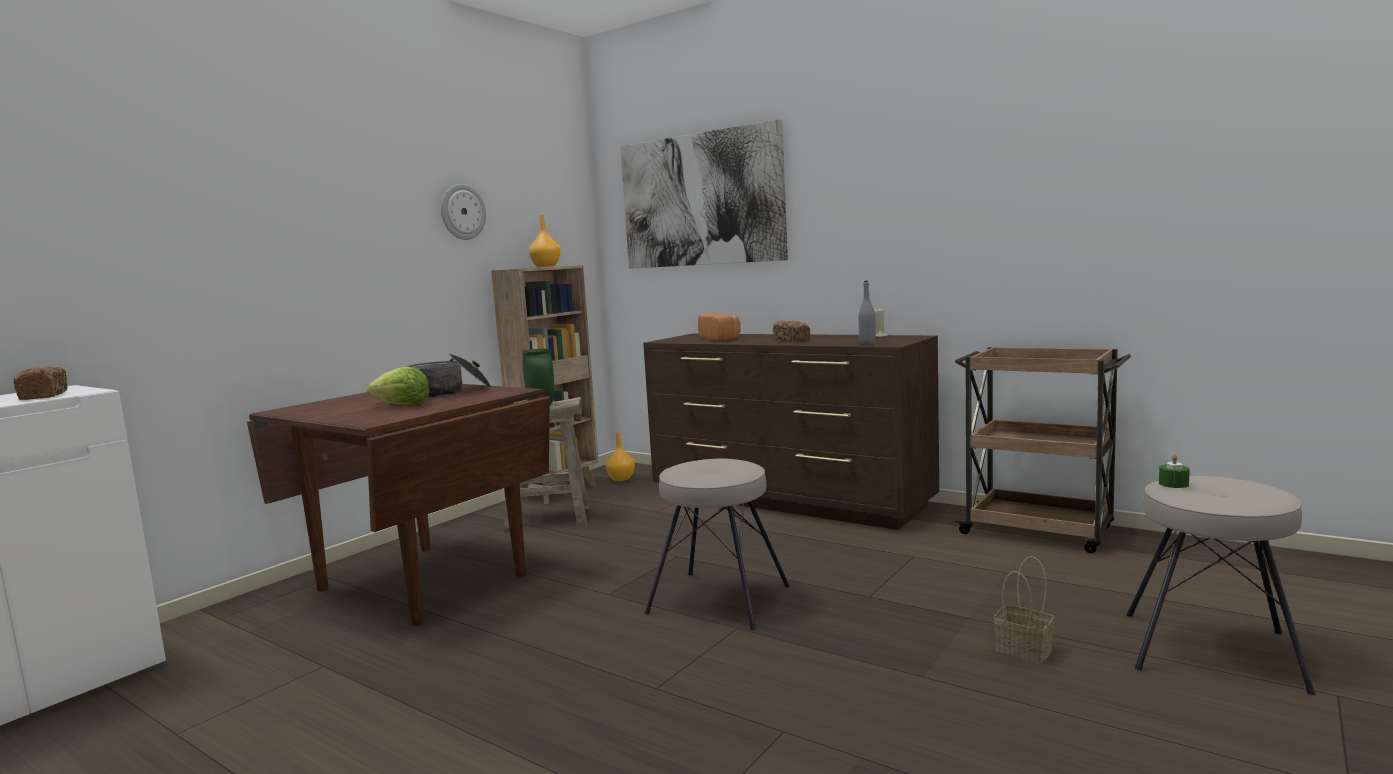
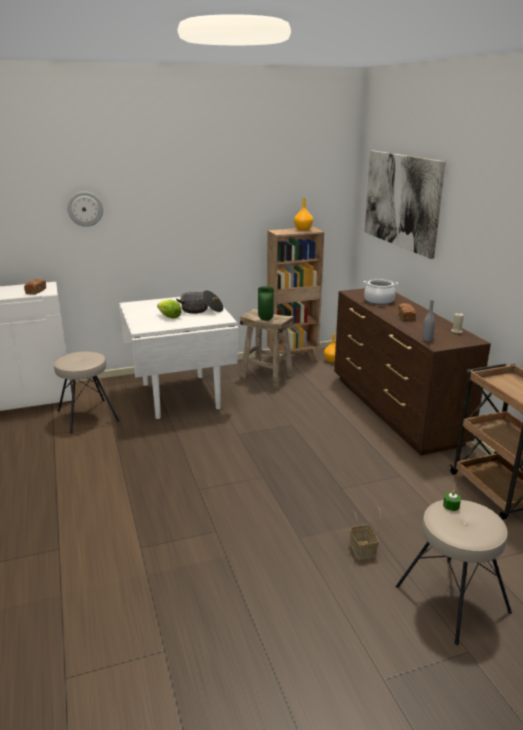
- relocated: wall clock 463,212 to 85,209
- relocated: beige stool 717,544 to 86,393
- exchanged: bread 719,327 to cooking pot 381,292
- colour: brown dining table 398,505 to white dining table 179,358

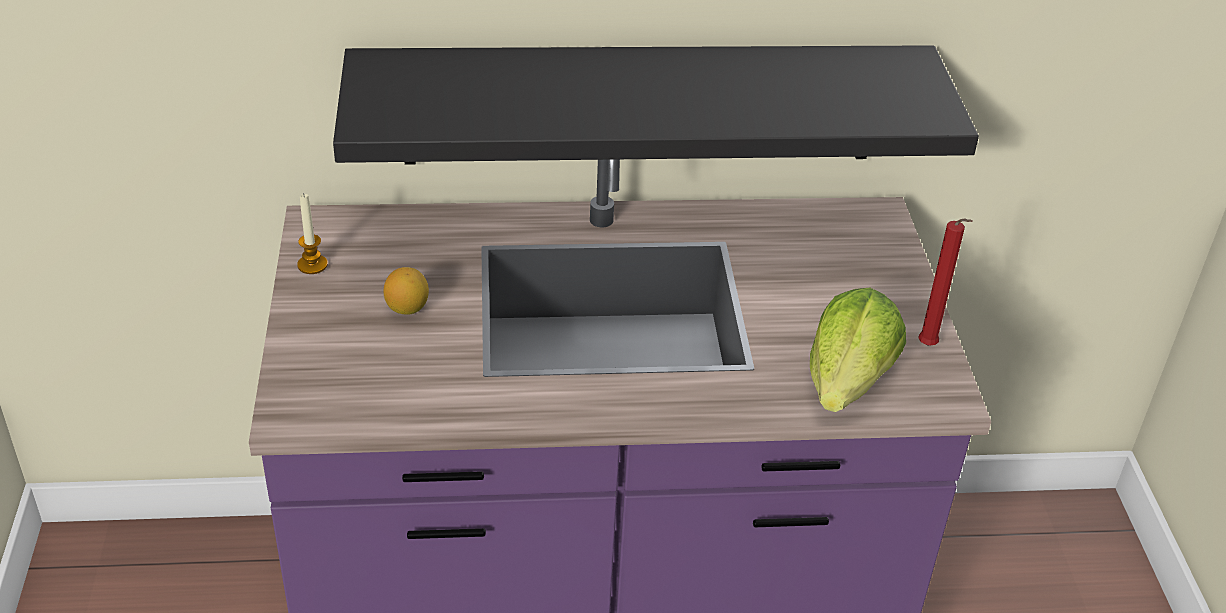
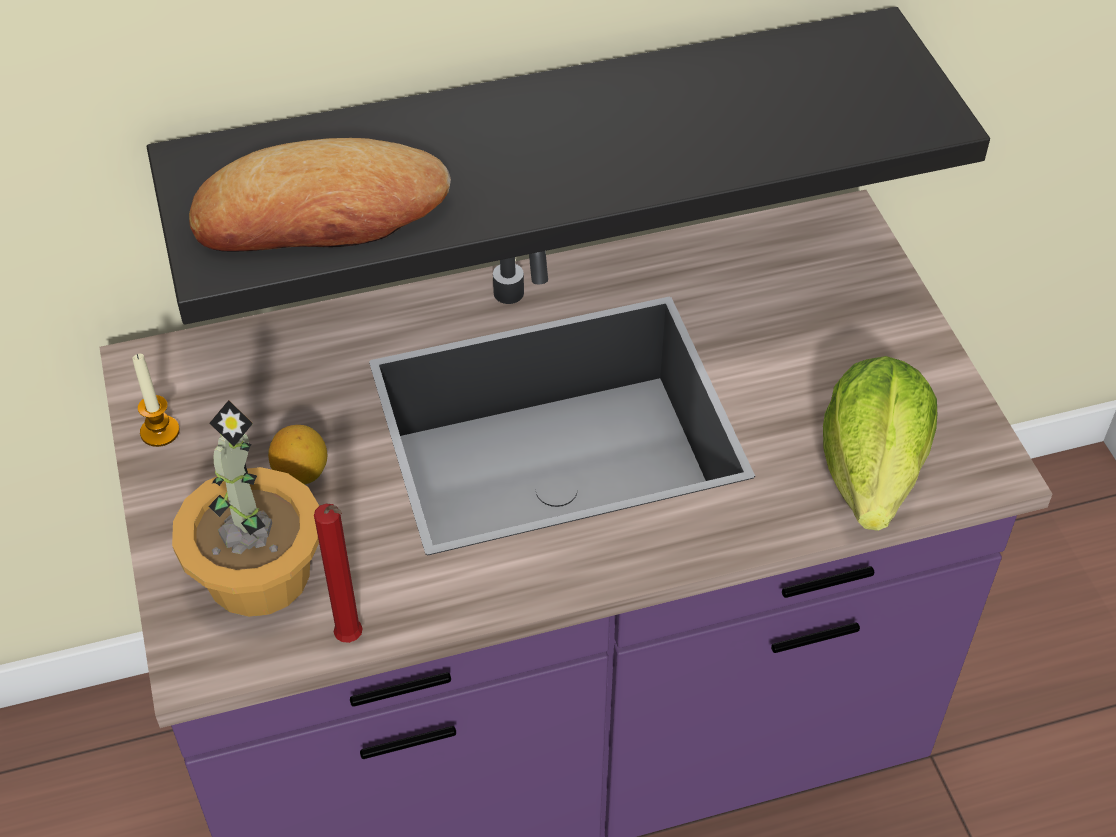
- appeared: potted plant 245,508
- appeared: bread 320,195
- relocated: red candle 945,282 to 338,573

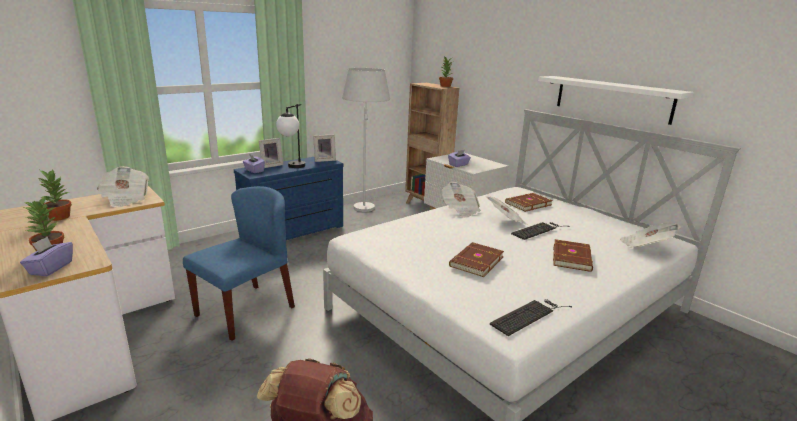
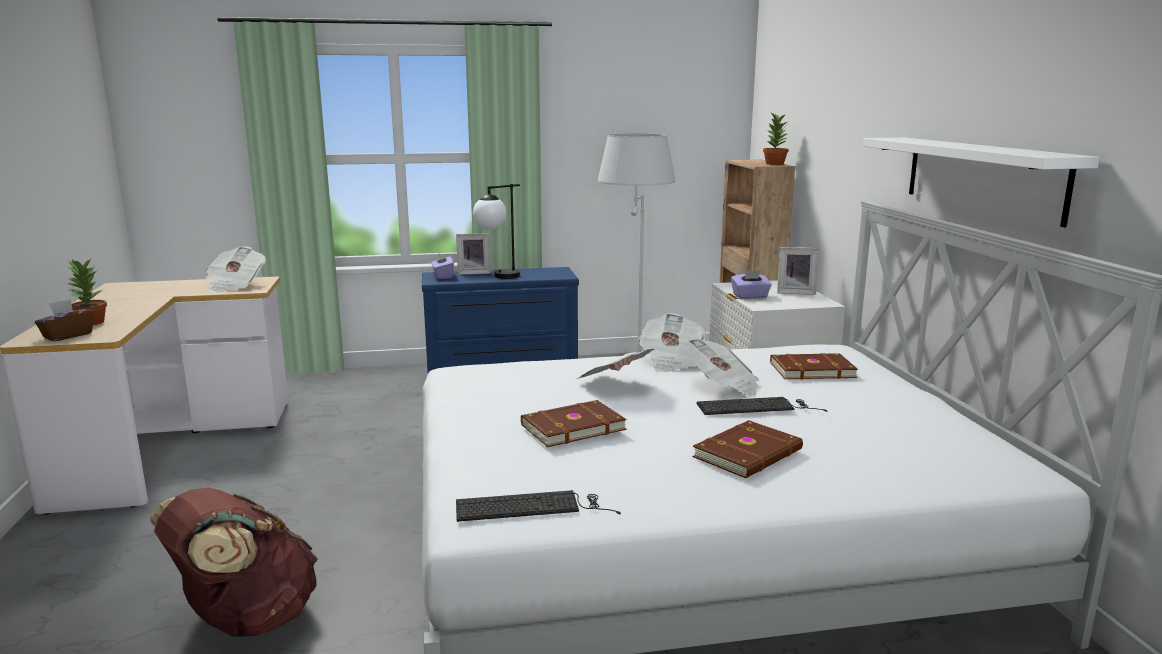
- missing: potted plant 55,195
- missing: blue chair 239,263
- relocated: picture frame 324,148 to 798,271
- relocated: newspaper 650,235 to 615,364
- colour: purple tissue box 46,256 to brown tissue box 64,320

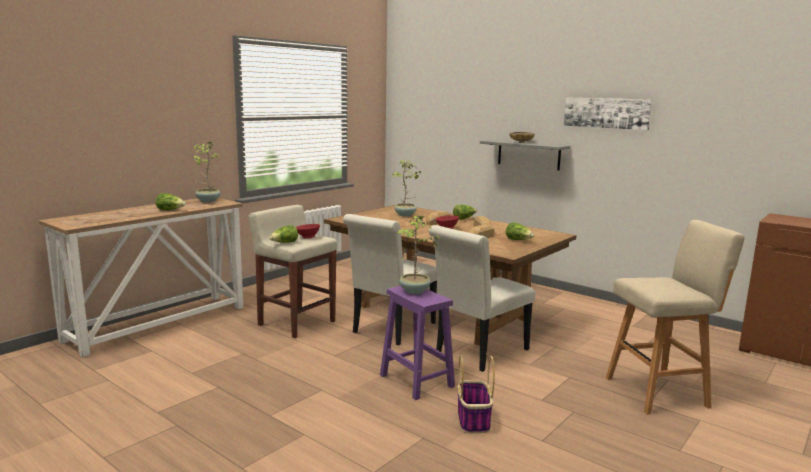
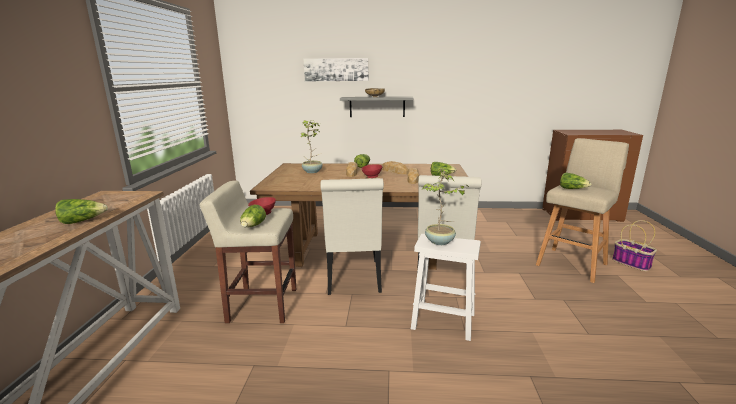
- missing: potted plant 206,172
- appeared: lettuce 576,180
- relocated: basket 476,394 to 634,245
- relocated: picture 608,113 to 336,69
- colour: purple stool 417,343 to white stool 446,287

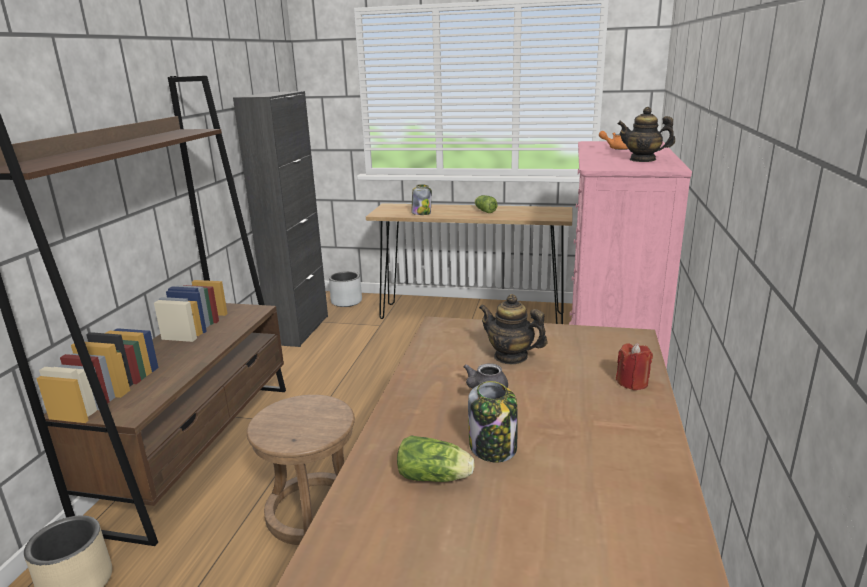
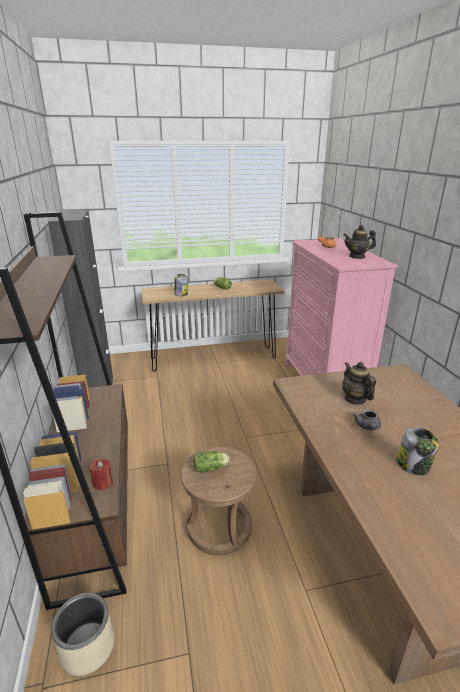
- missing: grey planter 345,289
- relocated: lettuce 436,458 to 212,462
- relocated: red candle 634,366 to 101,475
- spun: teapot 513,329 = 359,383 60 degrees clockwise

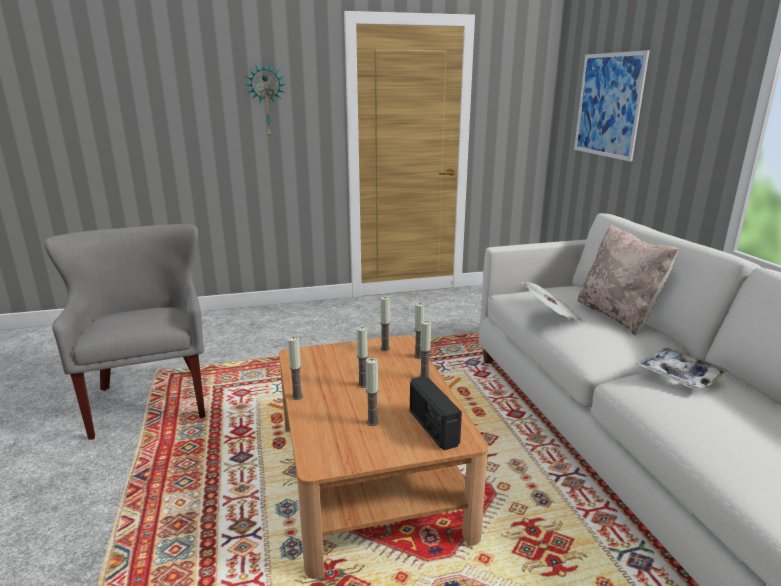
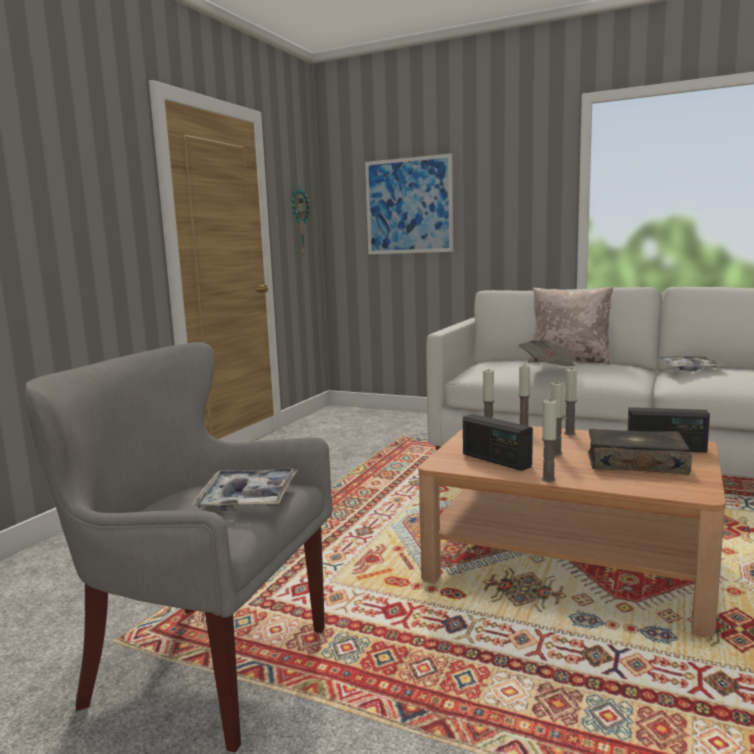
- appeared: tray 244,490
- appeared: radio 498,442
- relocated: wall clock 265,100 to 301,222
- exchanged: candle 372,392 to book 640,451

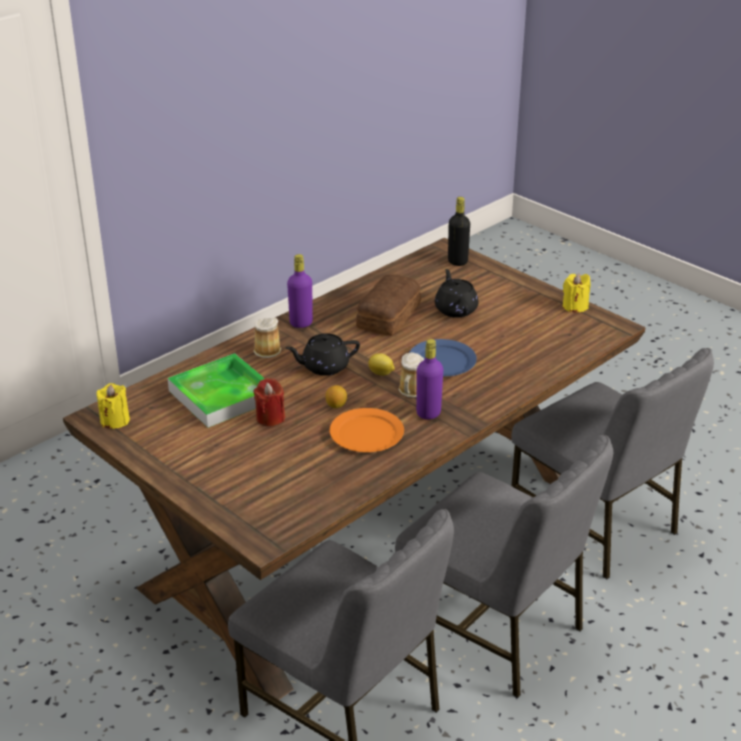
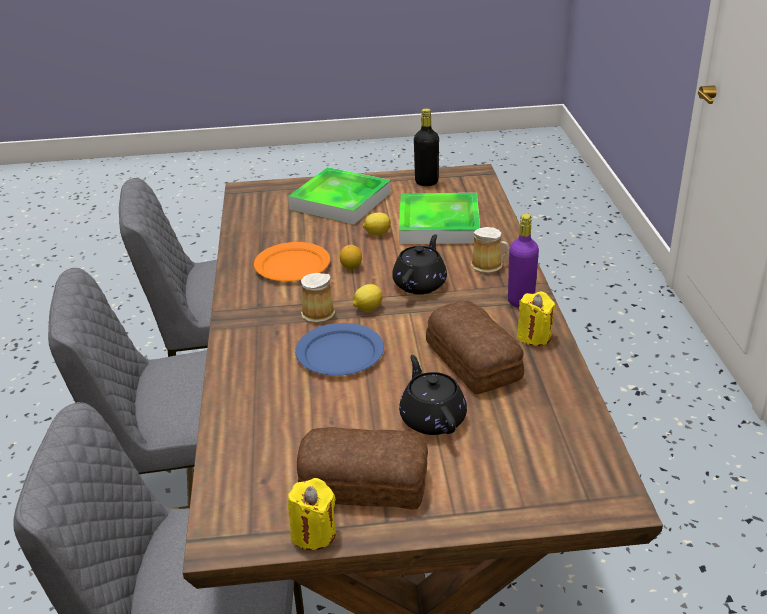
- missing: purple bottle 429,379
- appeared: tray 339,195
- appeared: bread 362,468
- relocated: yellow candle 113,406 to 536,318
- relocated: black bottle 459,231 to 426,147
- exchanged: red candle 269,402 to lemon 377,223
- spun: black teapot 456,293 = 433,395 135 degrees counterclockwise

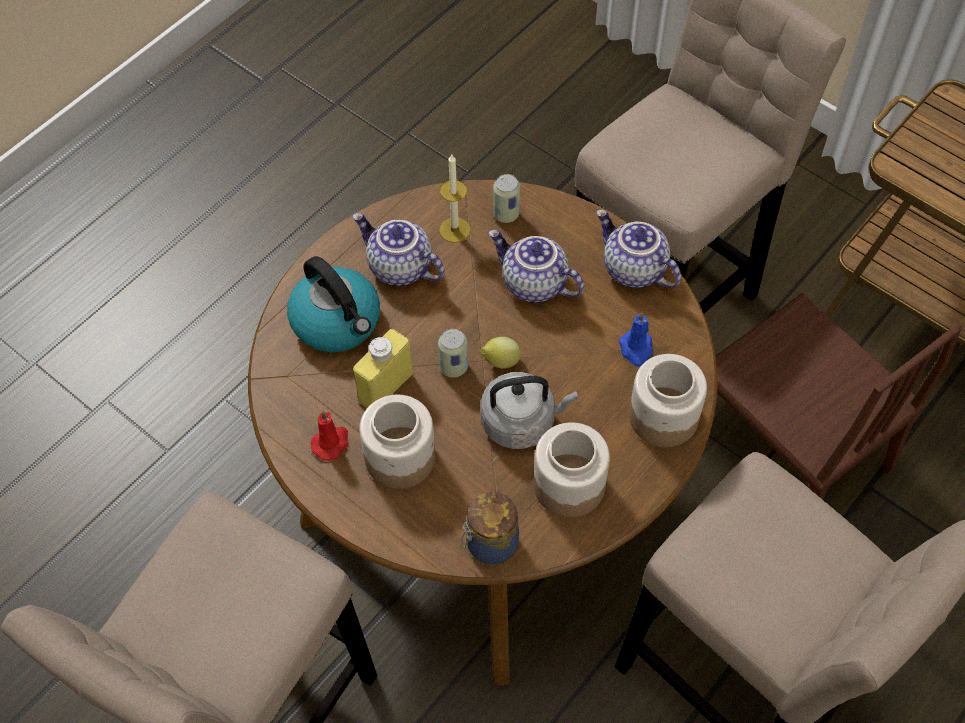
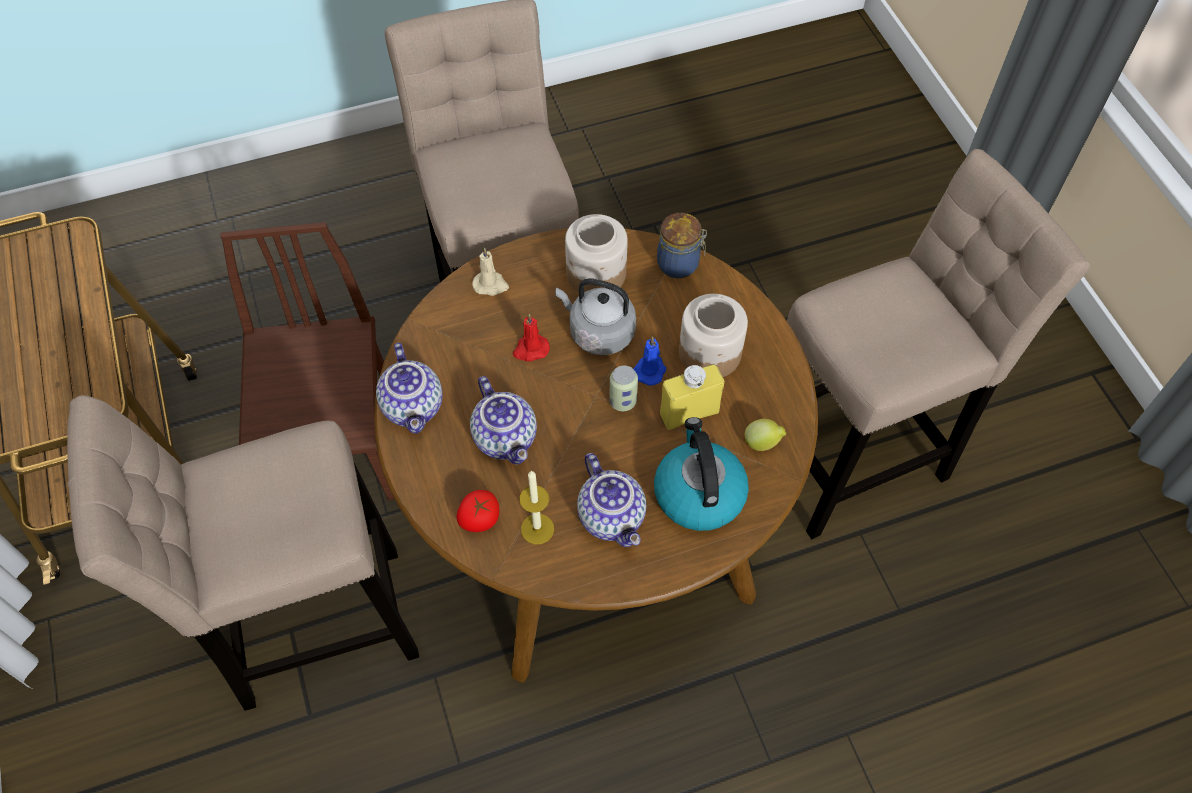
- relocated: red candle 329,436 to 531,338
- relocated: lemon 500,353 to 765,435
- relocated: blue candle 636,339 to 649,361
- exchanged: can 506,198 to tomato 477,511
- exchanged: jar 668,400 to beige candle 490,272

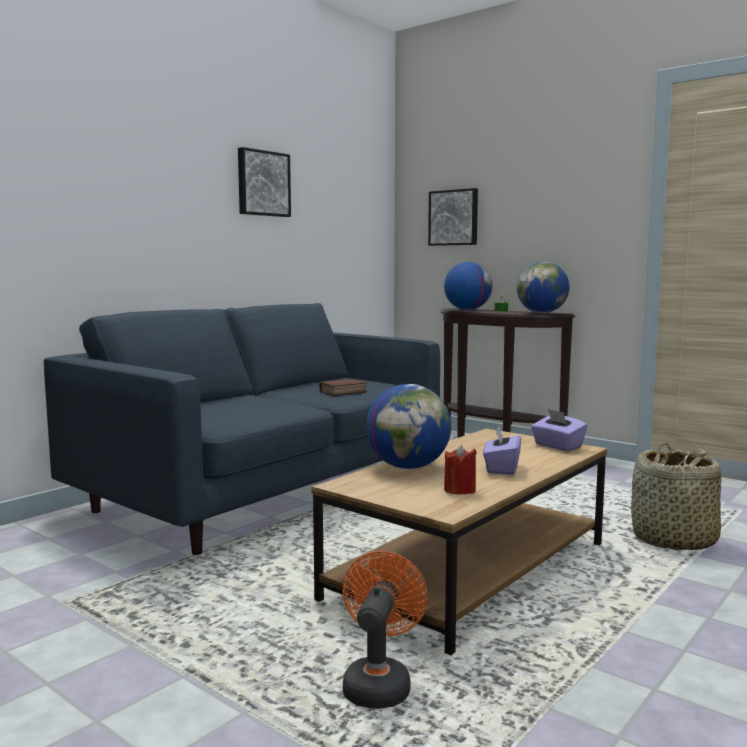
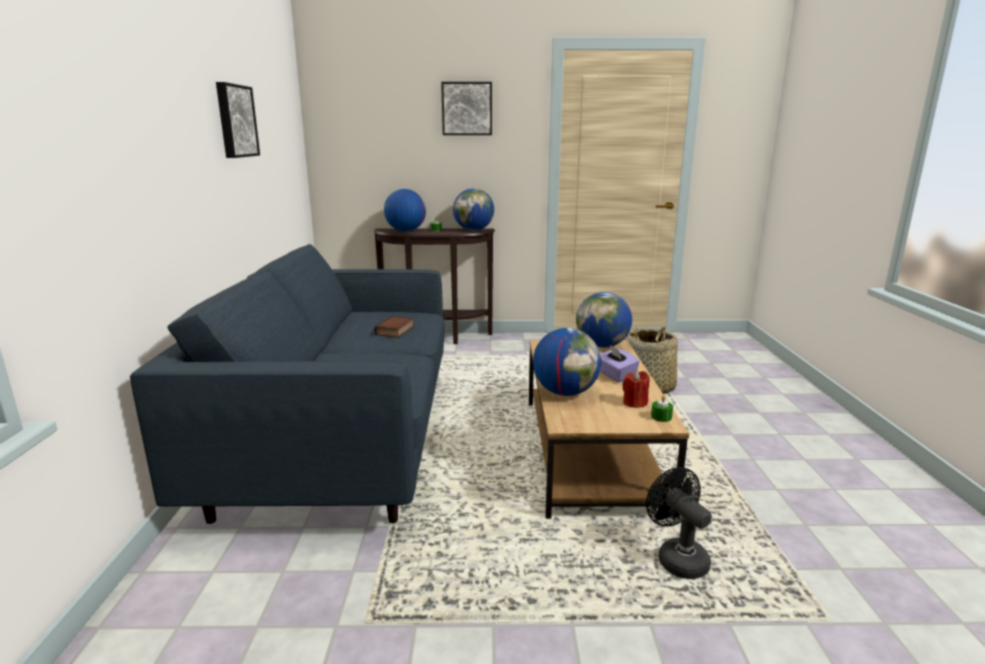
- appeared: green candle 662,408
- relocated: picture 453,217 to 466,108
- exchanged: purple tissue box 559,430 to globe 604,320
- colour: orange fan 385,630 to black fan 679,523

